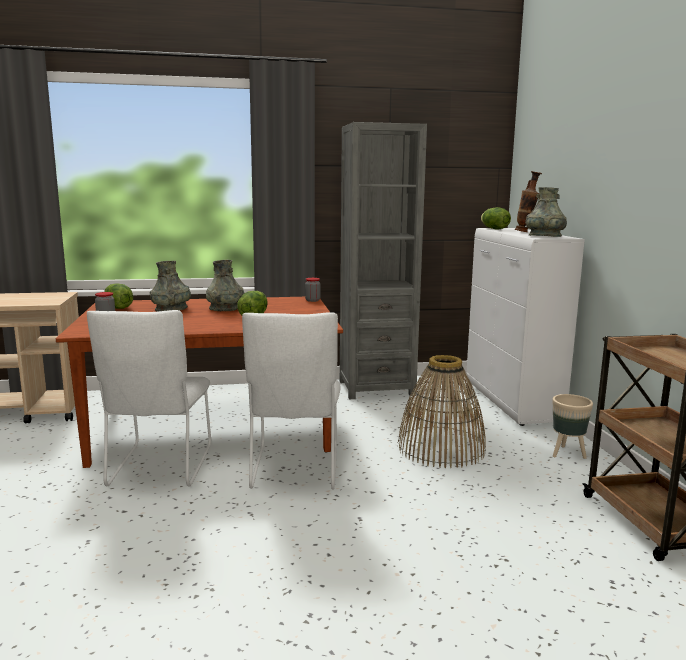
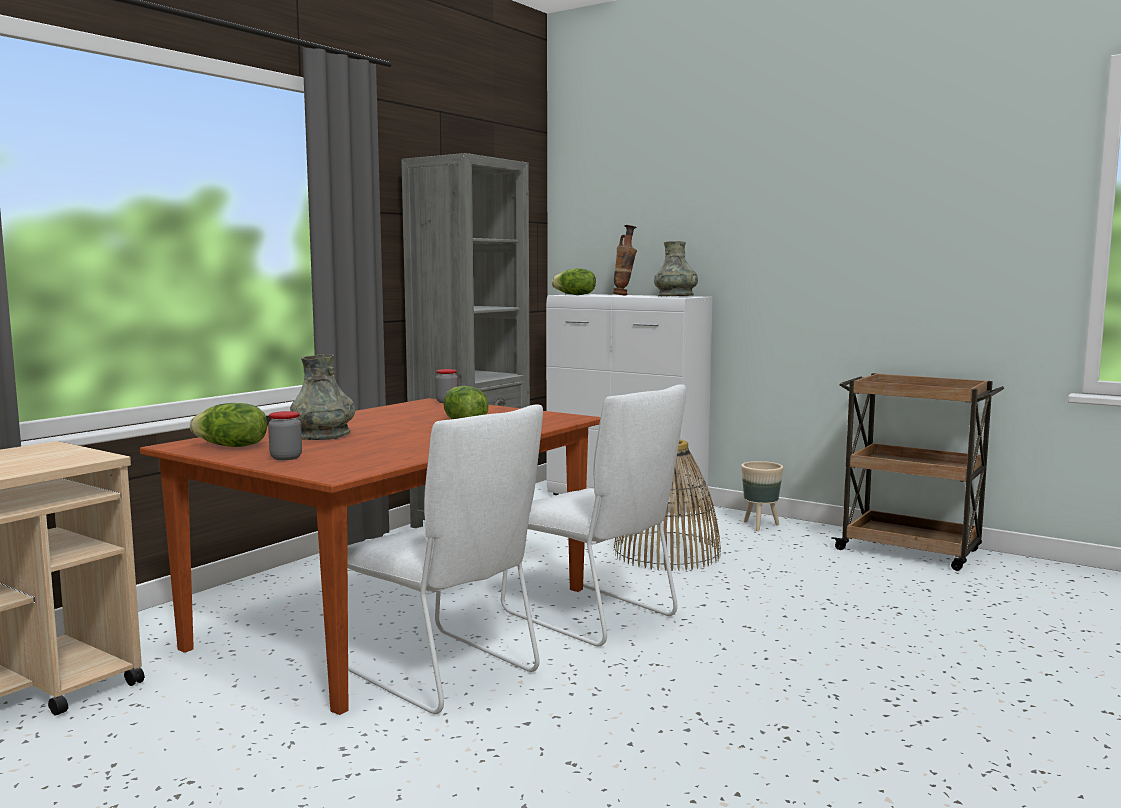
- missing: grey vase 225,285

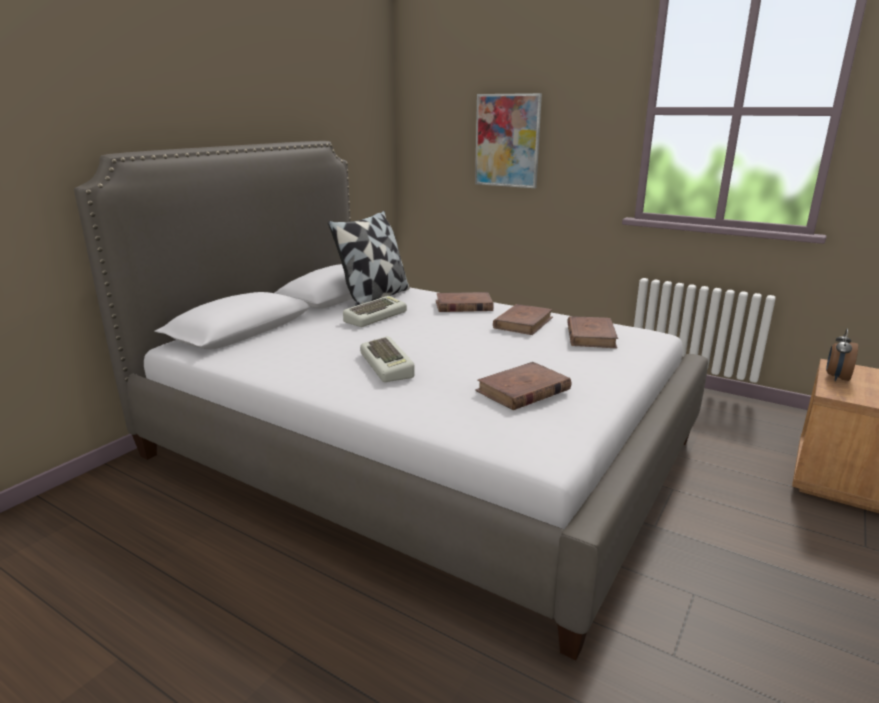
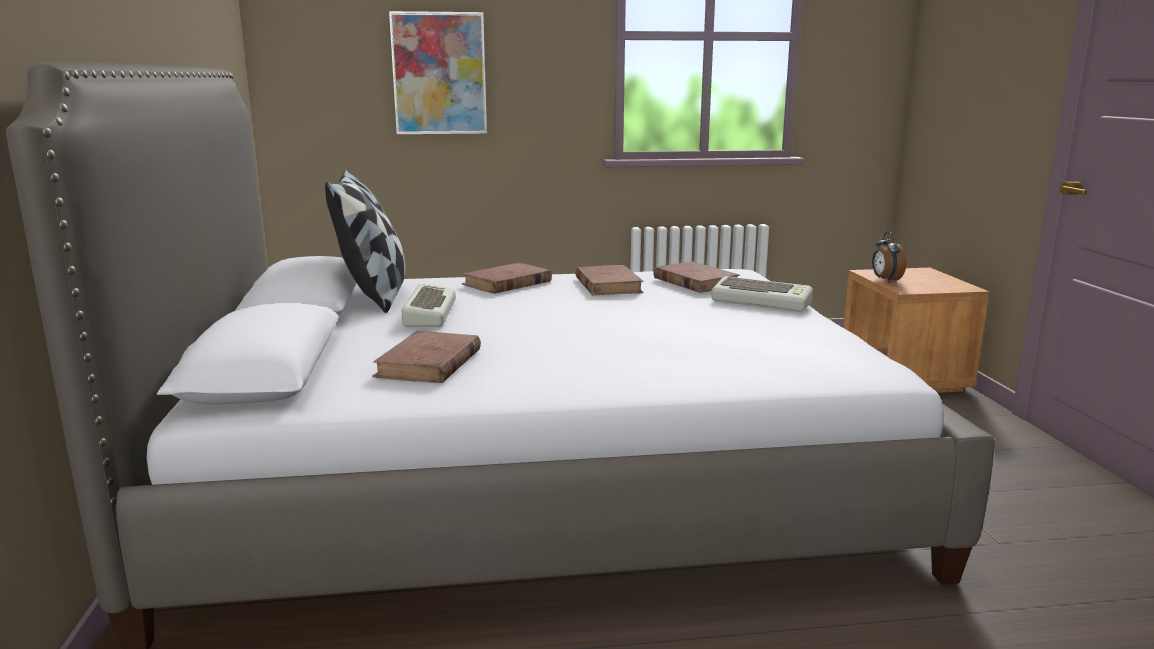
- relocated: keyboard 387,359 to 762,294
- relocated: brown book 523,386 to 426,357

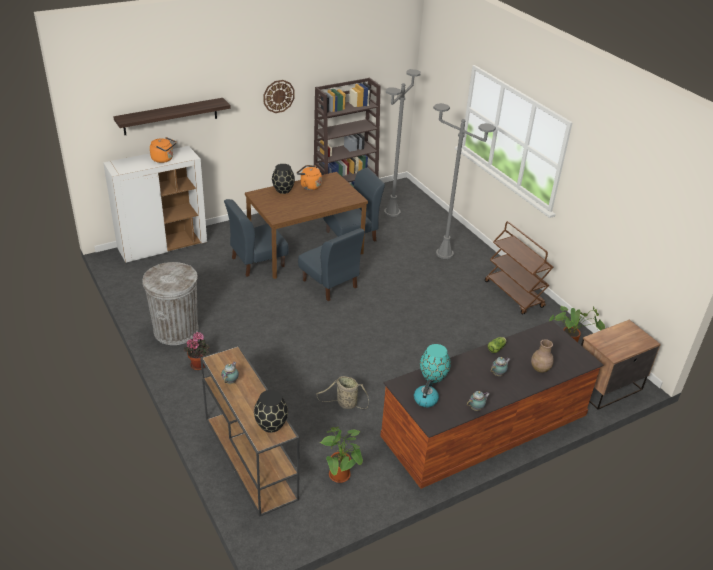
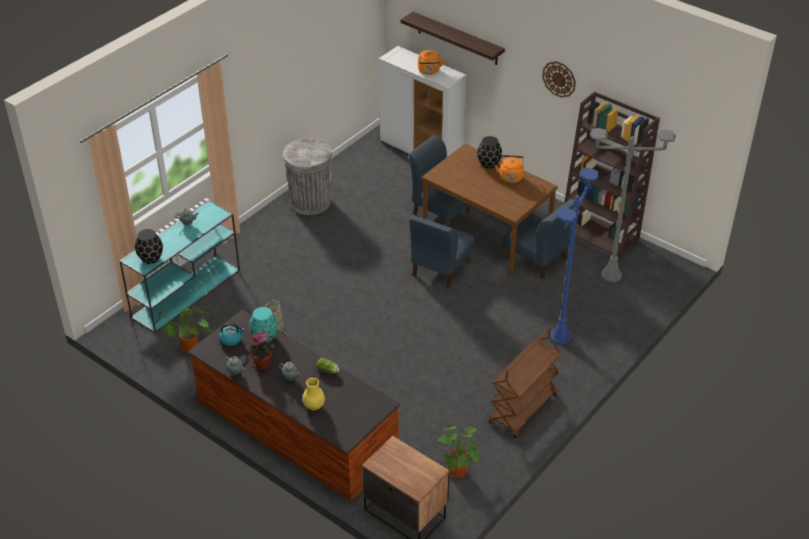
- relocated: potted plant 197,351 to 262,350
- colour: brown console table 249,431 to turquoise console table 180,266
- colour: grey floor lamp 464,181 to blue floor lamp 574,256
- colour: brown vase 542,356 to yellow vase 314,394

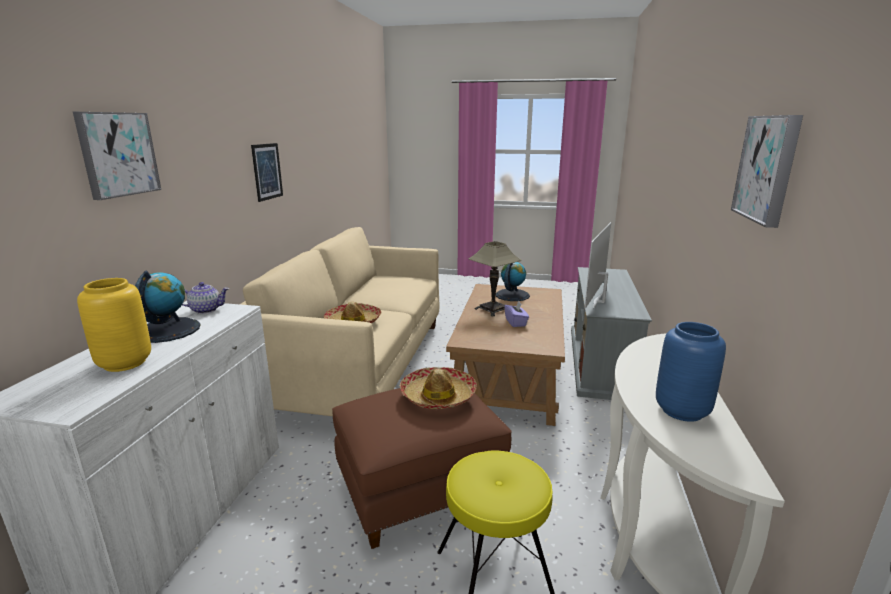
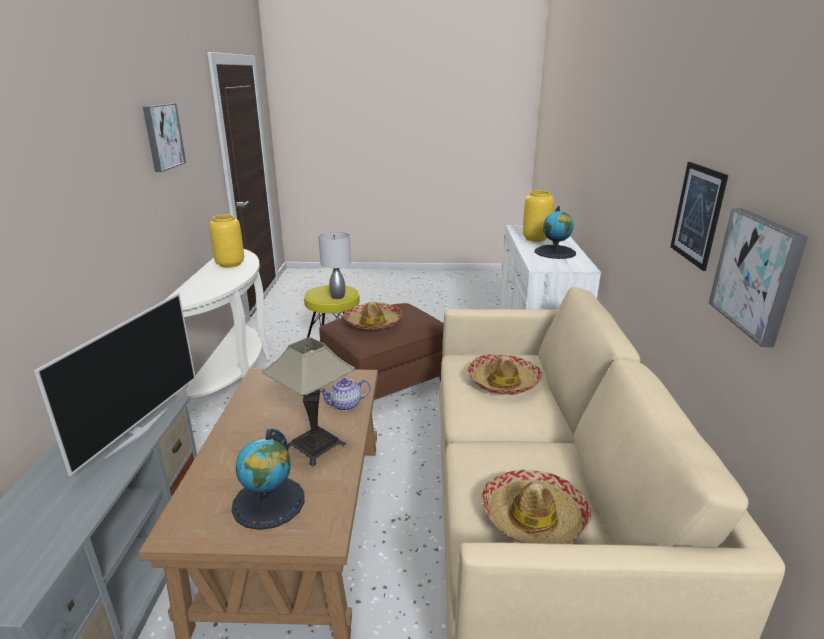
- missing: purple tissue box 516,313
- appeared: grey table lamp 335,265
- appeared: hat 536,507
- relocated: picture 117,156 to 758,277
- relocated: teapot 205,298 to 345,394
- colour: blue vase 691,372 to yellow vase 226,241

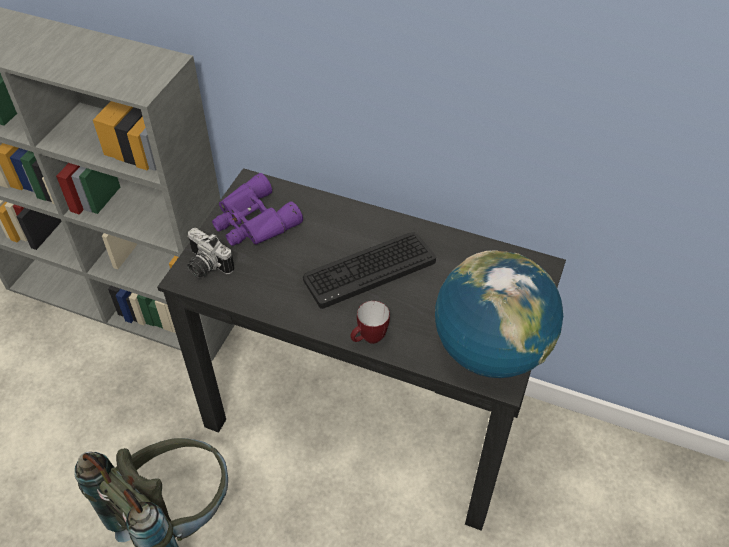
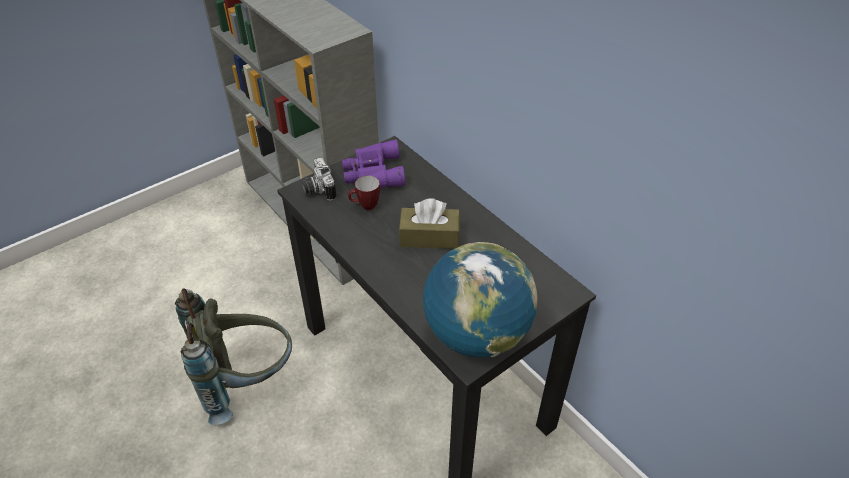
- relocated: mug 370,322 to 364,193
- exchanged: keyboard 369,270 to brown tissue box 429,223

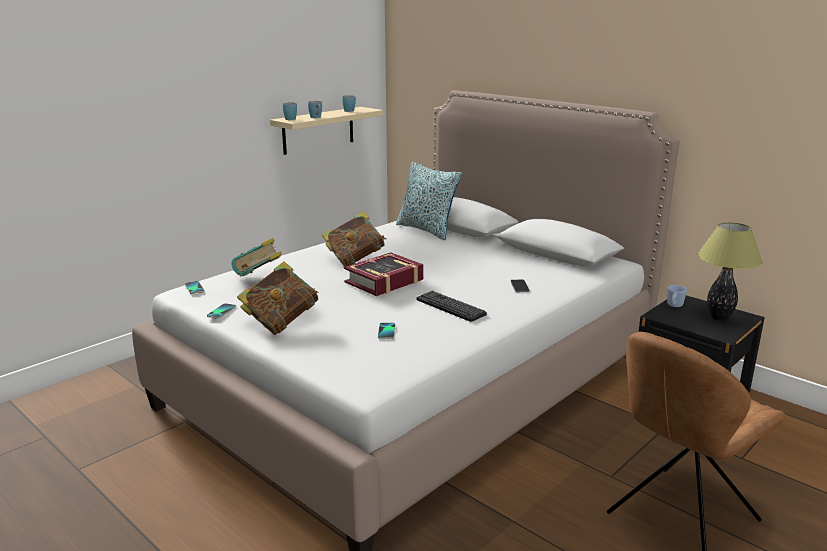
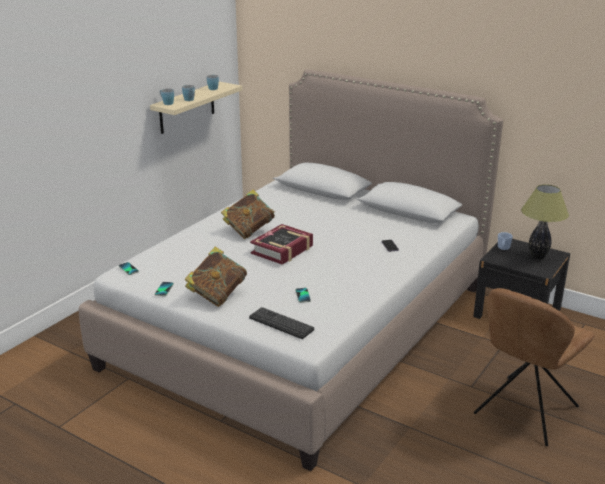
- missing: book 257,257
- missing: pillow 429,201
- relocated: keyboard 451,306 to 281,323

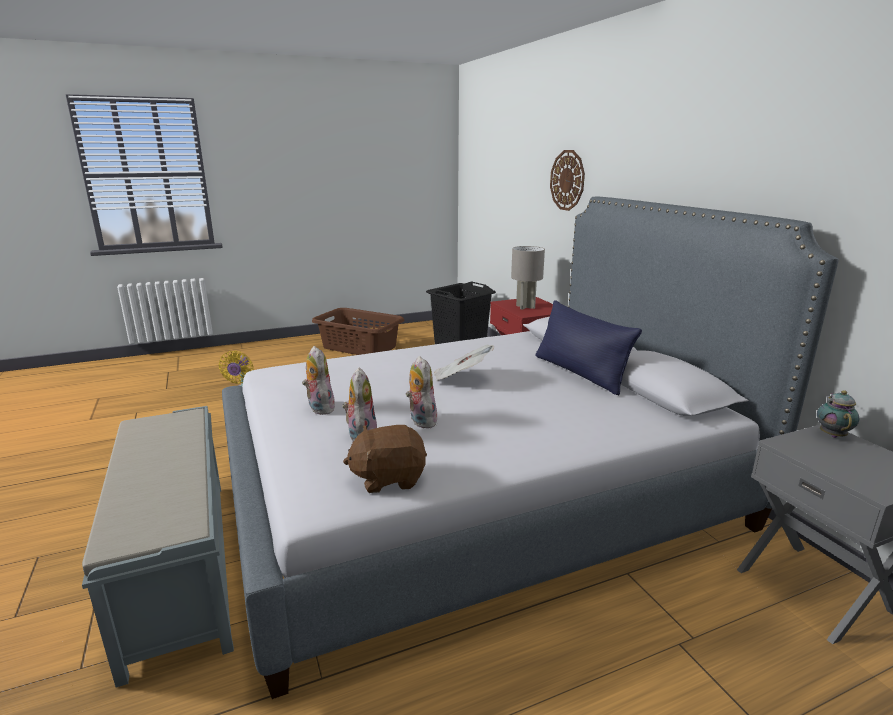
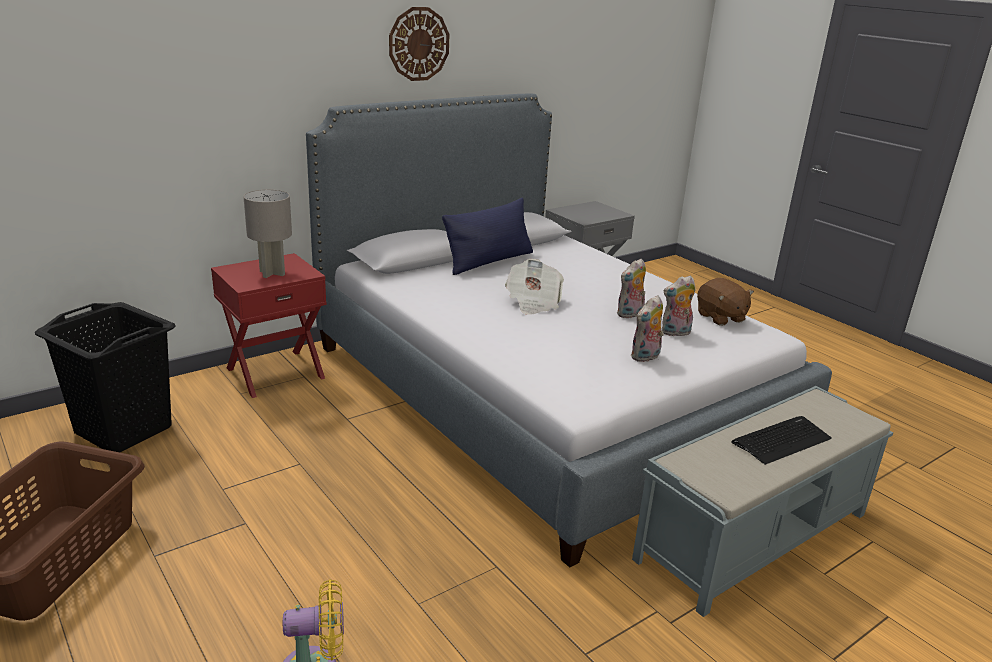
- missing: teapot 838,414
- appeared: keyboard 781,440
- relocated: wall clock 567,180 to 419,44

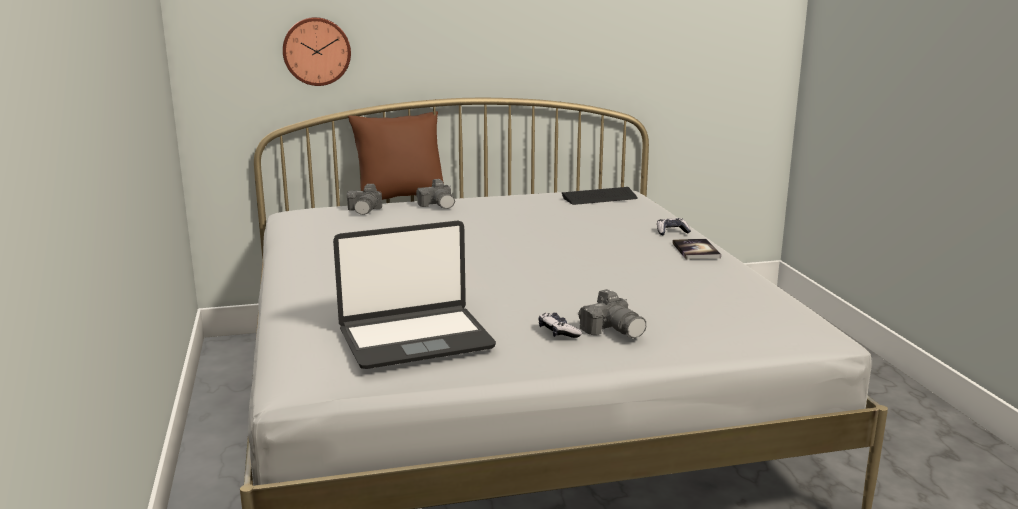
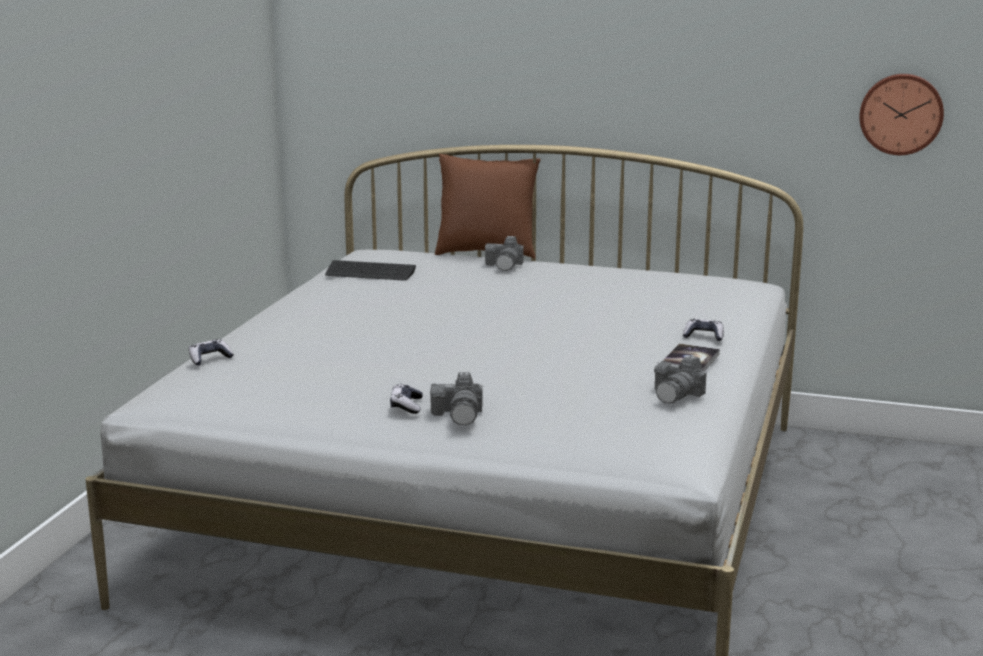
- missing: laptop 414,295
- appeared: game controller 211,352
- relocated: wall clock 317,51 to 901,114
- relocated: photo camera 364,199 to 680,380
- relocated: keyboard 600,196 to 370,270

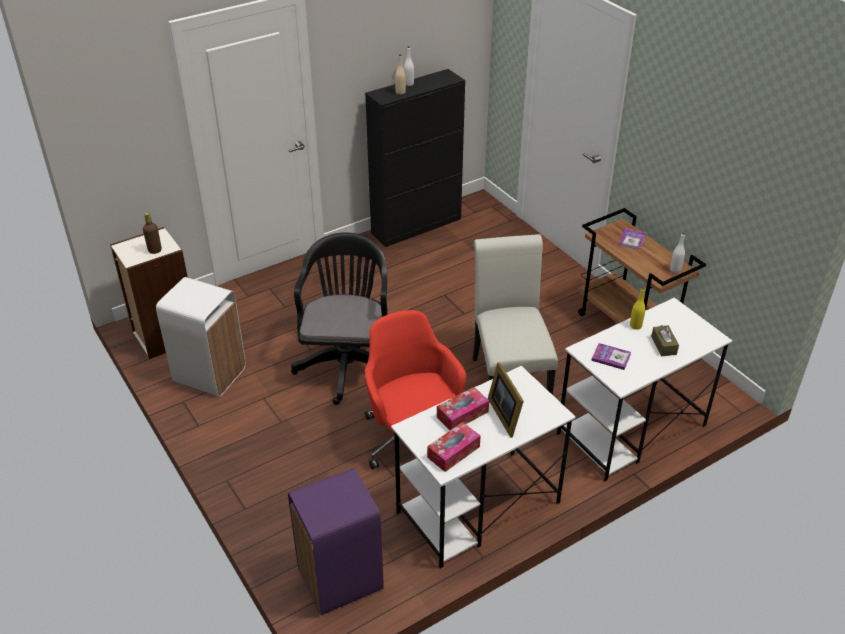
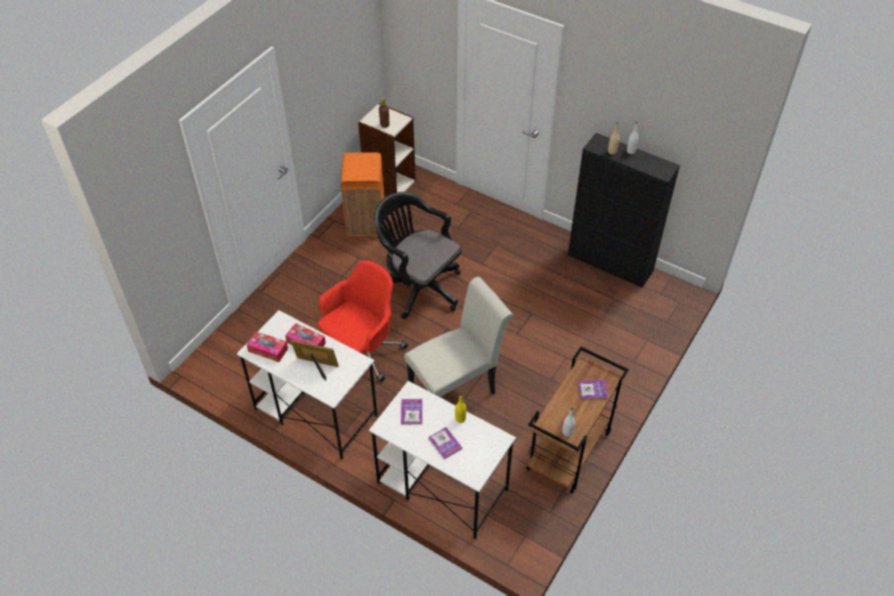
- missing: purple trash can 336,541
- exchanged: brown tissue box 665,340 to book 445,443
- colour: white trash can 201,337 to orange trash can 362,194
- spun: black office chair 339,318 = 418,255 120 degrees counterclockwise
- spun: picture frame 506,400 = 315,360 60 degrees clockwise

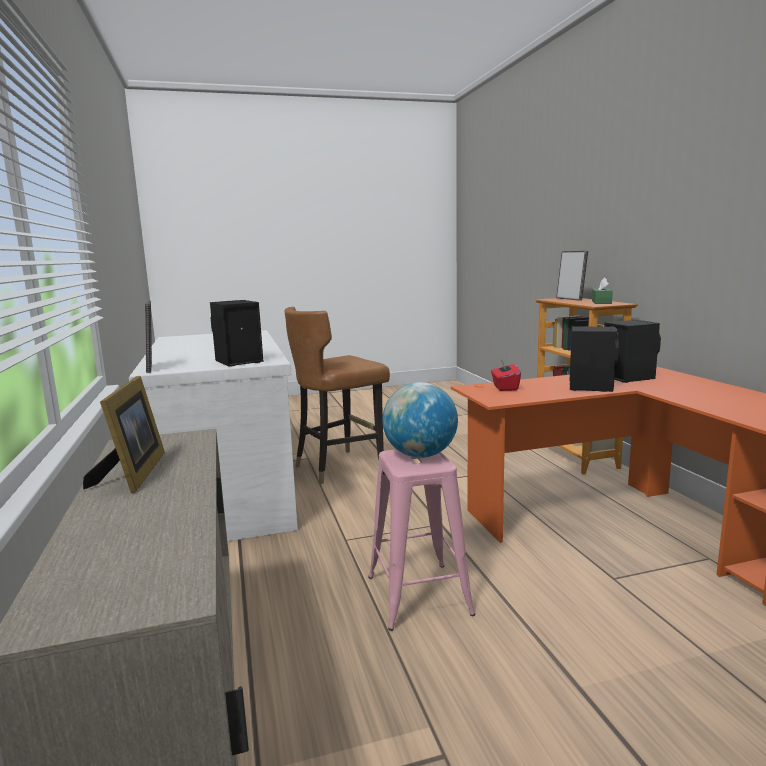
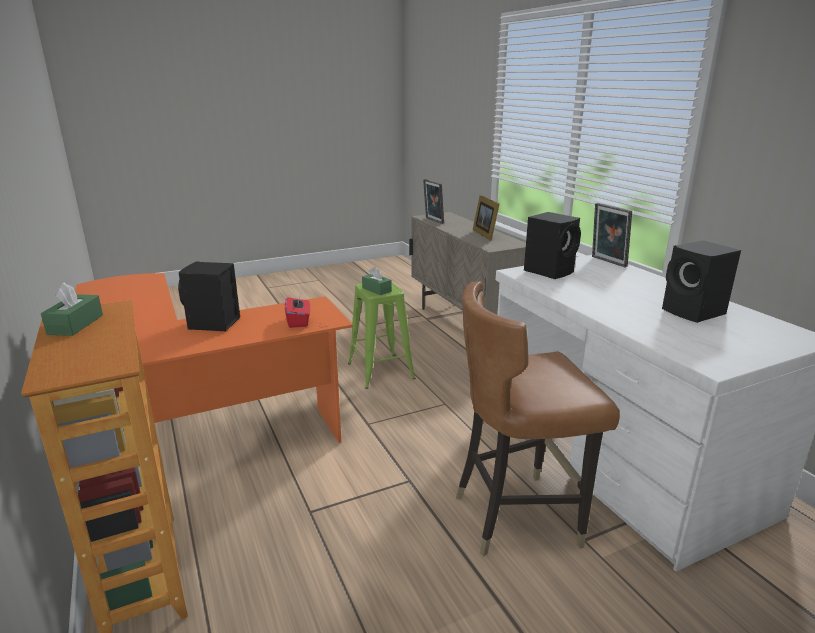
- relocated: picture frame 572,276 to 433,201
- relocated: black speaker 632,351 to 701,281
- exchanged: globe 420,420 to green tissue box 377,281
- colour: pink stool 421,540 to green stool 381,336
- spun: brown chair 337,395 = 538,419 150 degrees counterclockwise

